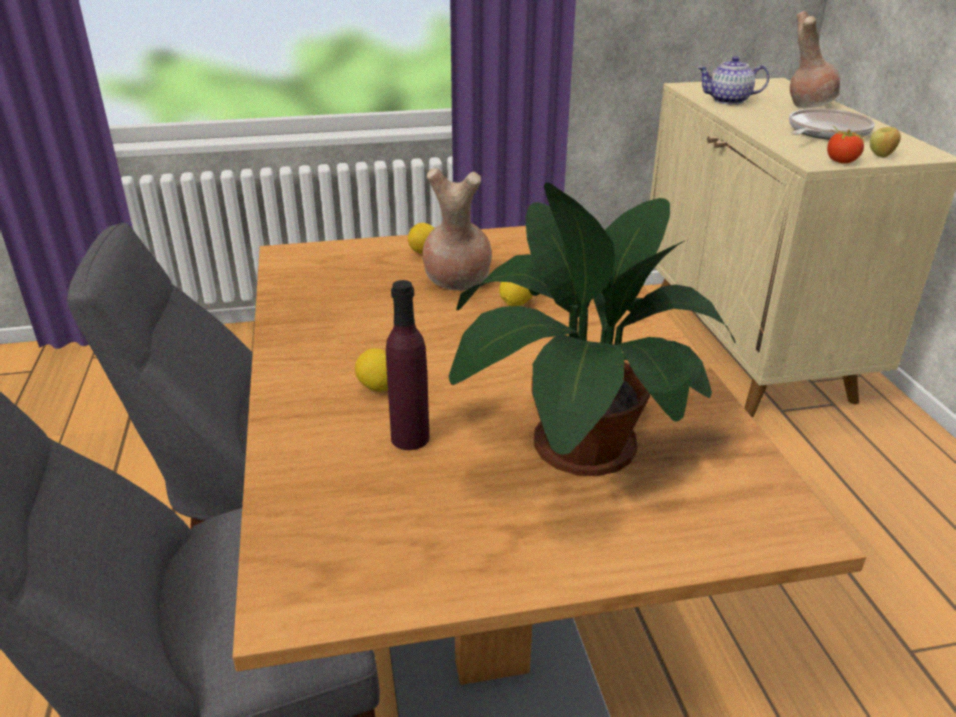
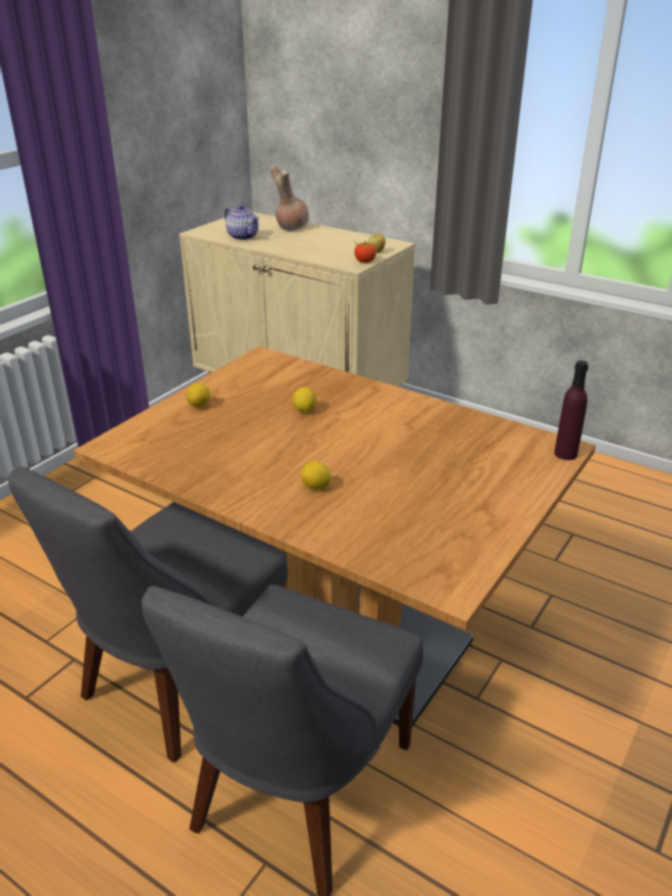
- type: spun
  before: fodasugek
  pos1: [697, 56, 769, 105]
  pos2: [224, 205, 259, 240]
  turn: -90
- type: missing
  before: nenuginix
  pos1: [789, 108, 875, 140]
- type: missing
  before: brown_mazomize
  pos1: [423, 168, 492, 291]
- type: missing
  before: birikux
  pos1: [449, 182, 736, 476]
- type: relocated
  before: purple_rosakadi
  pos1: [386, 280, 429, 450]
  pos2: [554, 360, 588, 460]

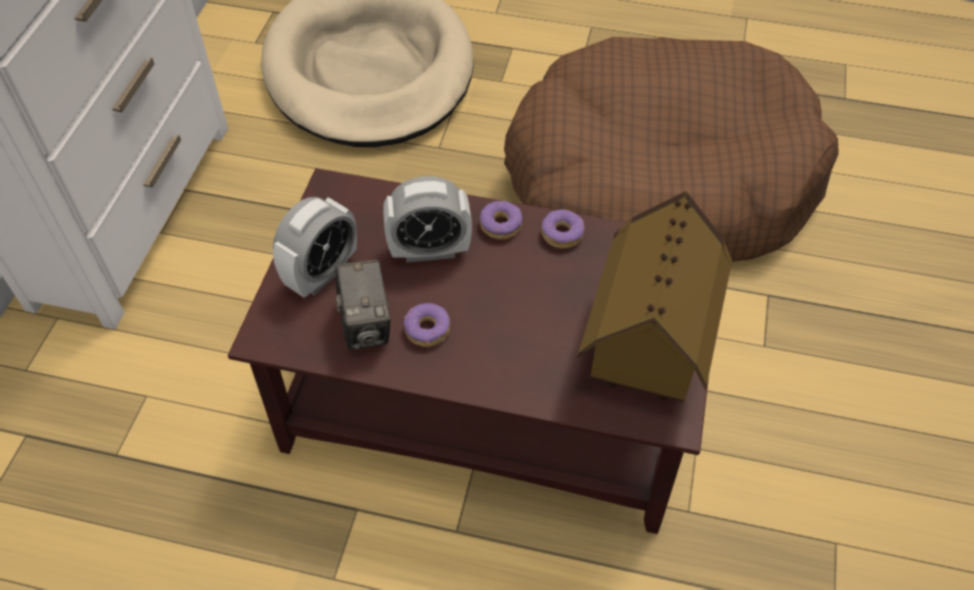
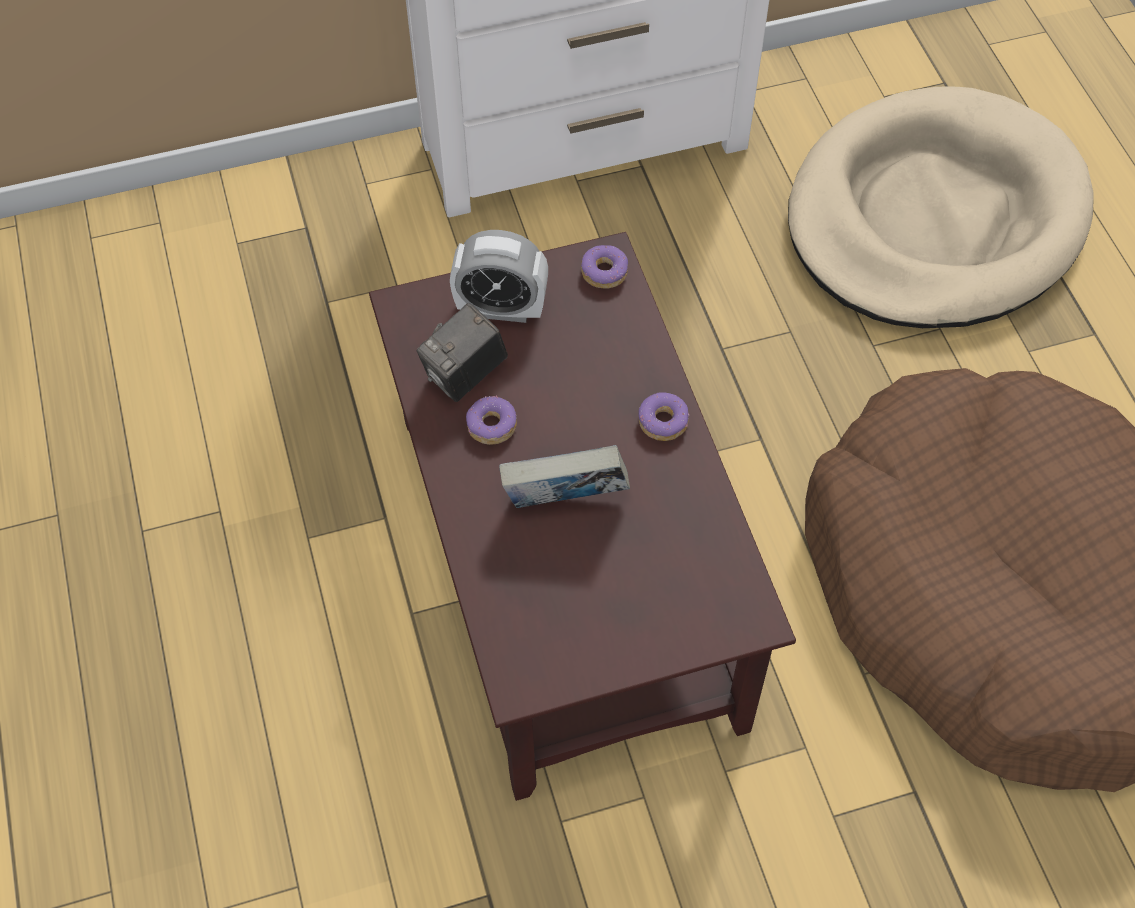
- type: missing
  before: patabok
  pos1: [383, 176, 472, 263]
- type: missing
  before: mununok
  pos1: [577, 191, 732, 402]
- type: relocated
  before: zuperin
  pos1: [541, 209, 585, 249]
  pos2: [581, 245, 628, 289]
- type: appeared
  after: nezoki
  pos2: [499, 445, 630, 508]

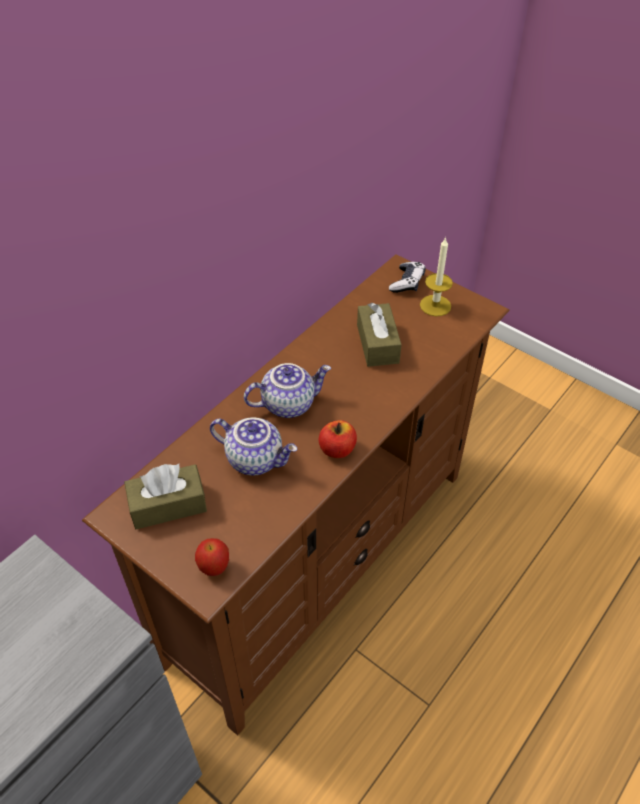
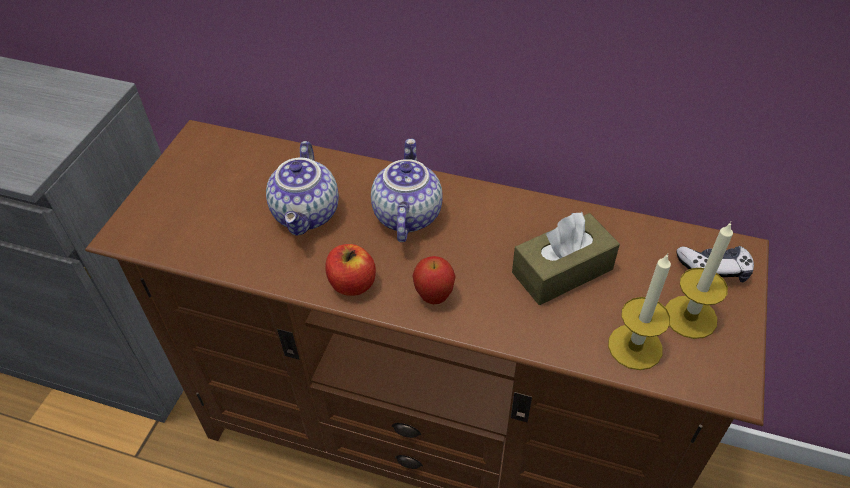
- type: spun
  before: fodasugek
  pos1: [244, 363, 331, 418]
  pos2: [371, 139, 443, 242]
  turn: -135
- type: missing
  before: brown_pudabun
  pos1: [124, 464, 207, 529]
- type: relocated
  before: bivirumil
  pos1: [195, 538, 229, 576]
  pos2: [412, 256, 456, 304]
- type: appeared
  after: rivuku
  pos2: [608, 253, 671, 370]

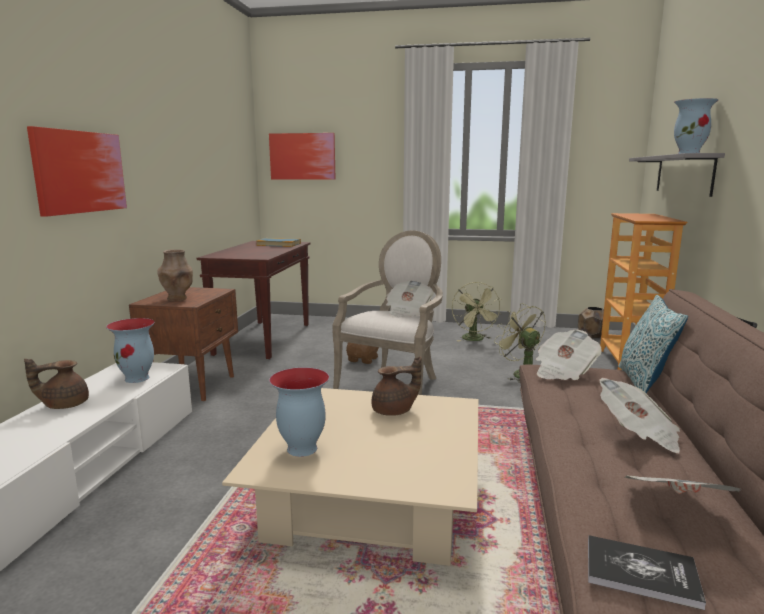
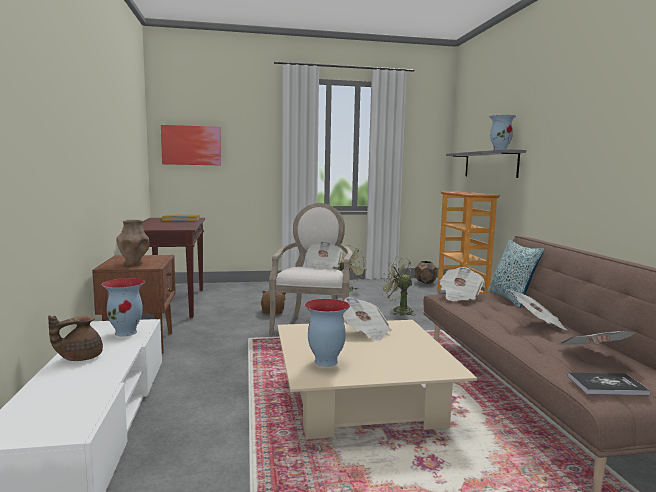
- type: missing
  before: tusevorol
  pos1: [27, 126, 127, 217]
- type: exchanged
  before: brown_fodasugek
  after: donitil
  pos1: [371, 356, 421, 416]
  pos2: [343, 297, 392, 341]

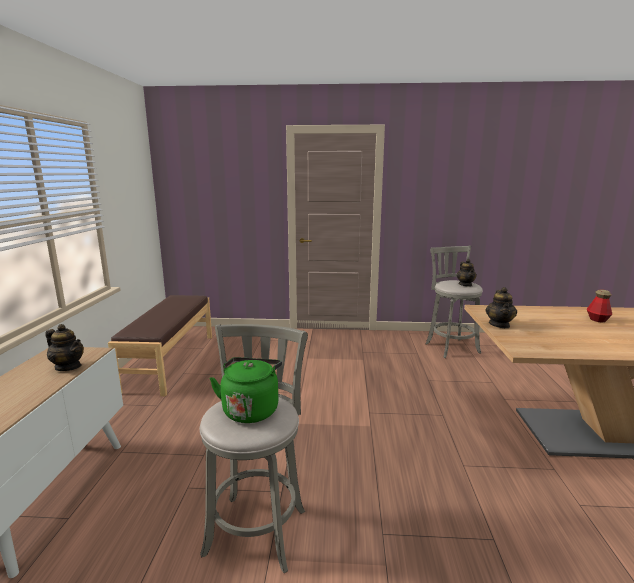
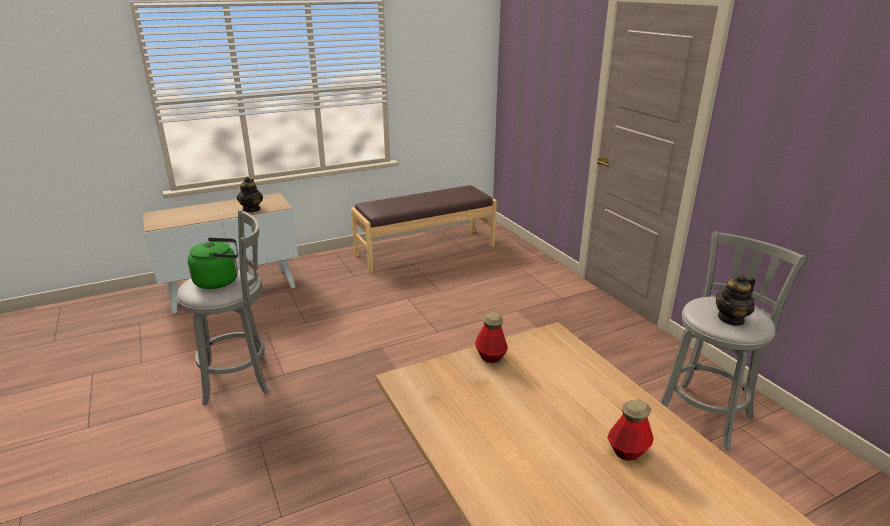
- type: exchanged
  before: fodasugek
  after: rosakadi
  pos1: [485, 287, 517, 328]
  pos2: [475, 312, 508, 363]

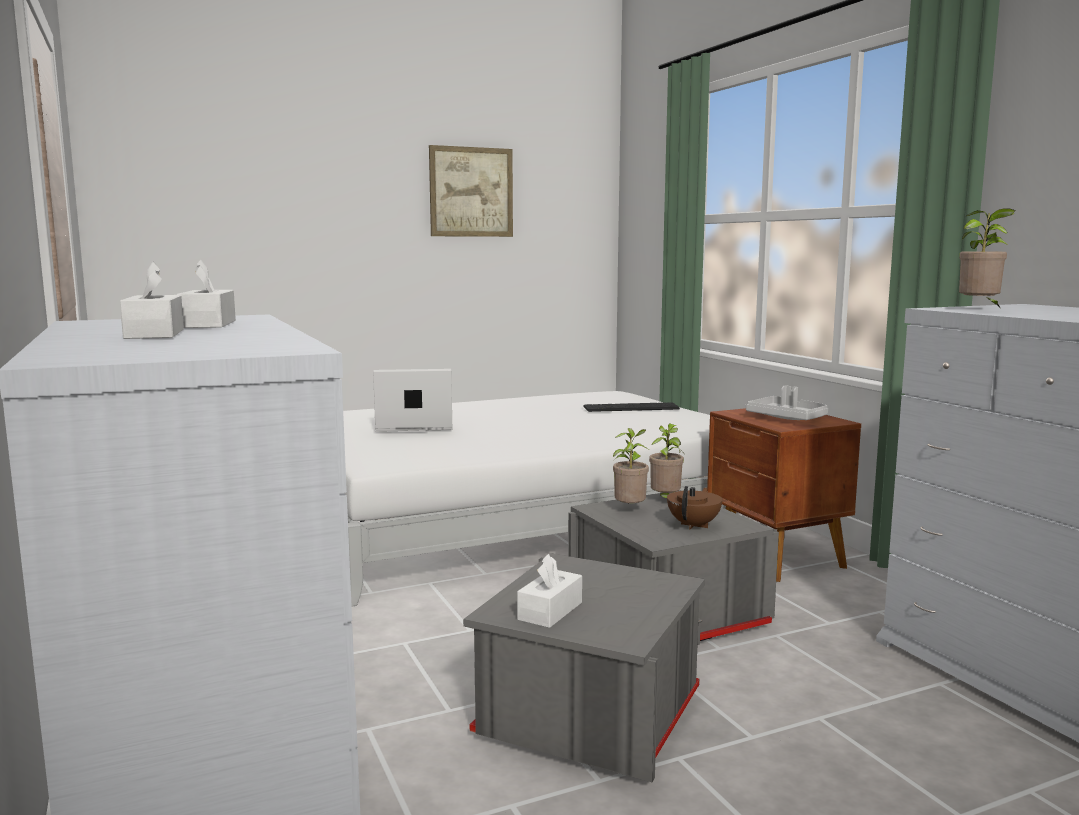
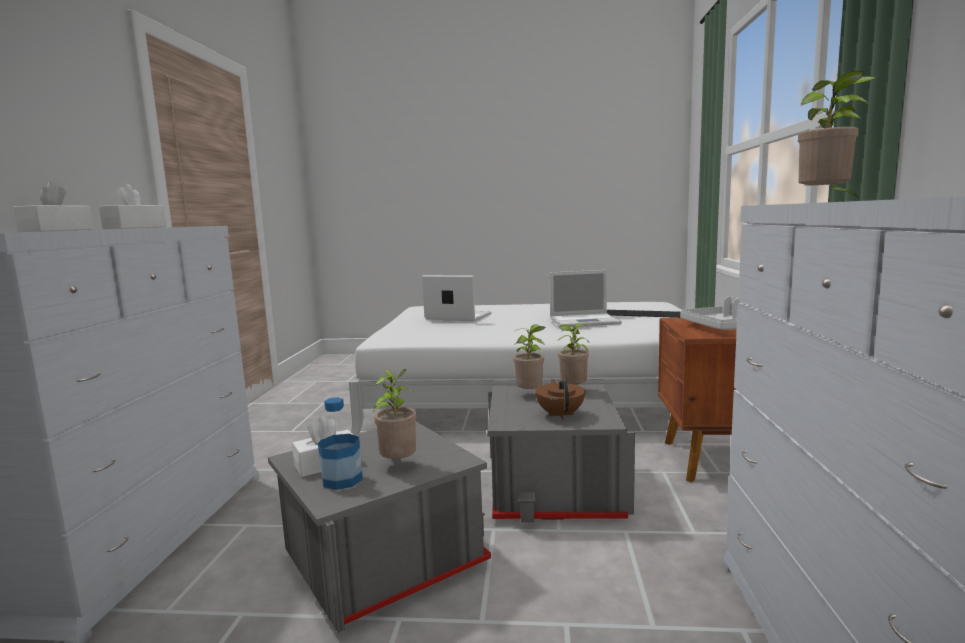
- type: missing
  before: tusevorol
  pos1: [429, 145, 513, 237]
- type: spun
  before: brown_fodasugek
  pos1: [667, 486, 722, 530]
  pos2: [535, 379, 585, 420]
  turn: -60
- type: appeared
  after: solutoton
  pos2: [549, 270, 622, 327]
- type: appeared
  after: birikux
  pos2: [373, 369, 417, 459]
- type: appeared
  after: rosakadi
  pos2: [318, 397, 363, 490]

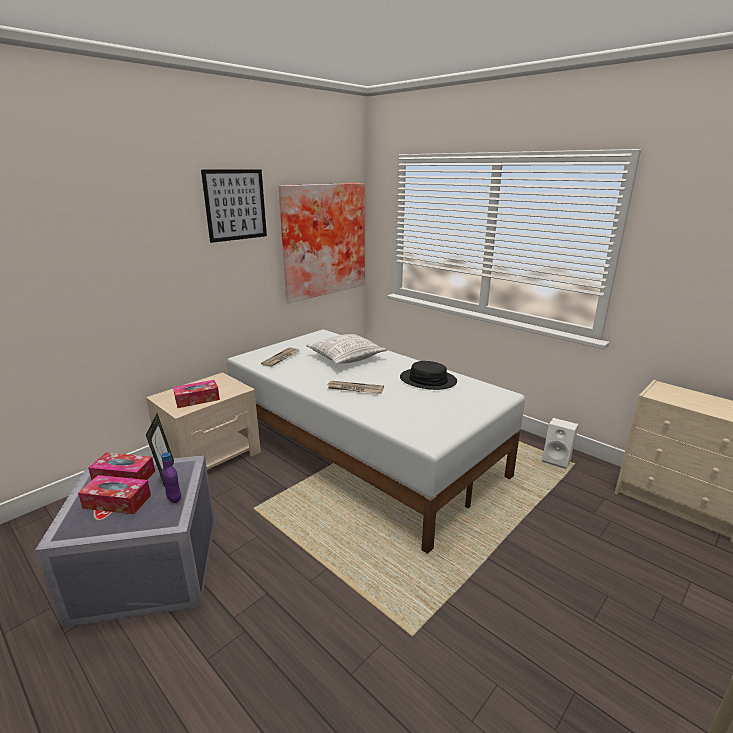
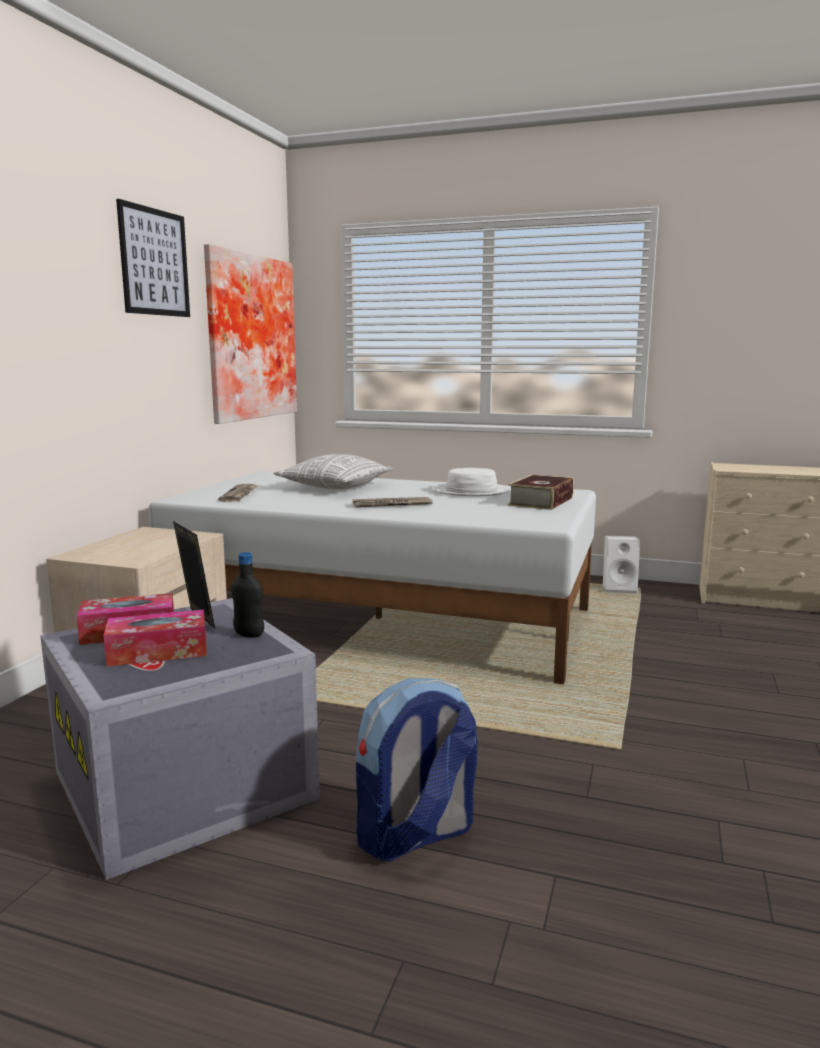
- type: colour
  before: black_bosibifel
  after: white_bosibifel
  pos1: [400, 361, 457, 390]
  pos2: [432, 468, 511, 496]
- type: missing
  before: pudabun
  pos1: [173, 380, 220, 408]
- type: colour
  before: purple_rosakadi
  after: black_rosakadi
  pos1: [161, 452, 181, 503]
  pos2: [231, 552, 264, 638]
- type: appeared
  after: nezoki
  pos2: [508, 475, 574, 510]
- type: appeared
  after: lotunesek
  pos2: [356, 678, 477, 861]

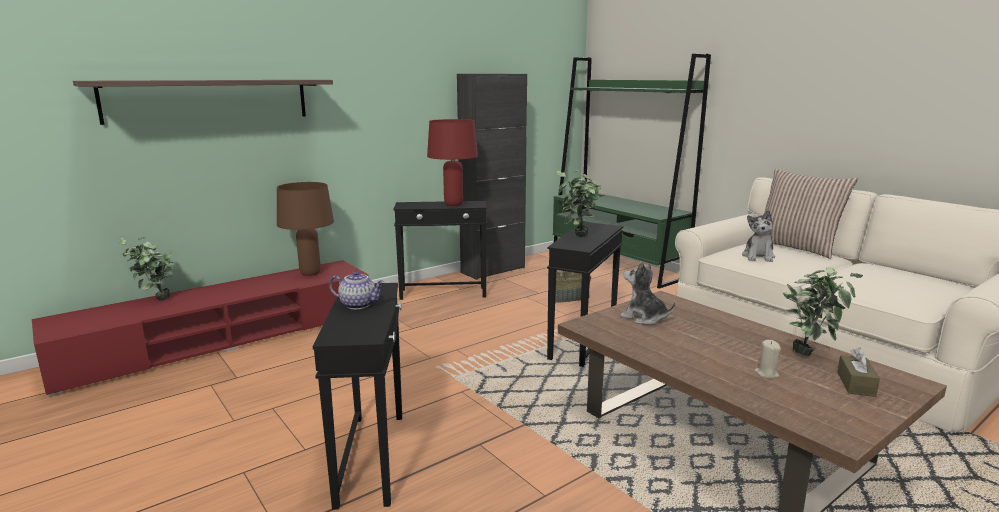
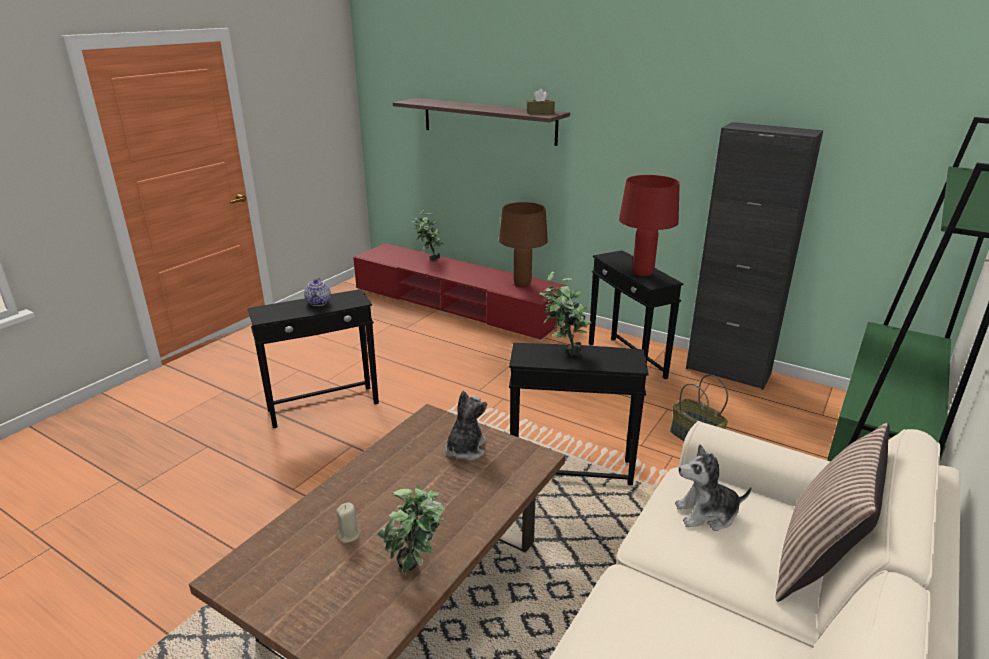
- type: relocated
  before: brown_pudabun
  pos1: [837, 347, 880, 397]
  pos2: [526, 89, 555, 114]

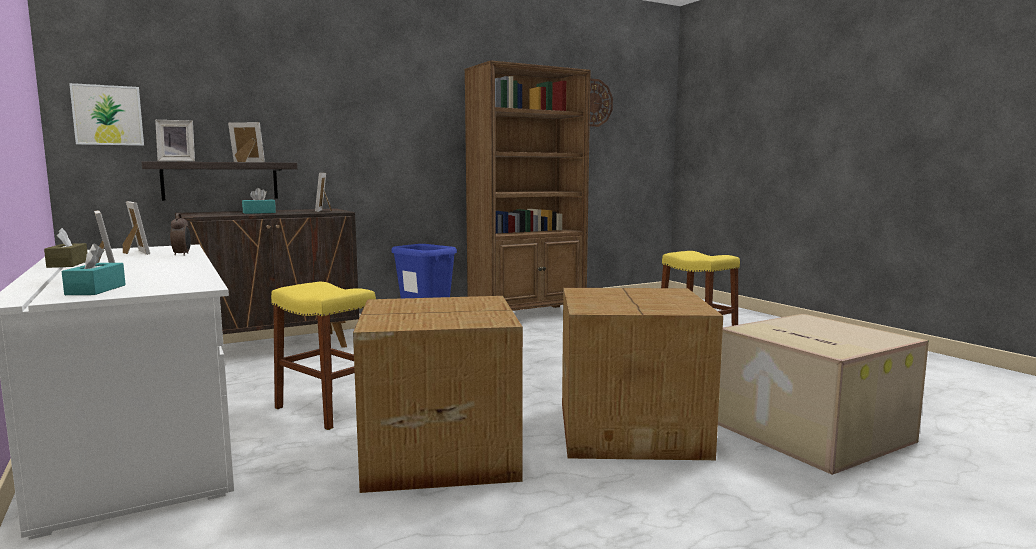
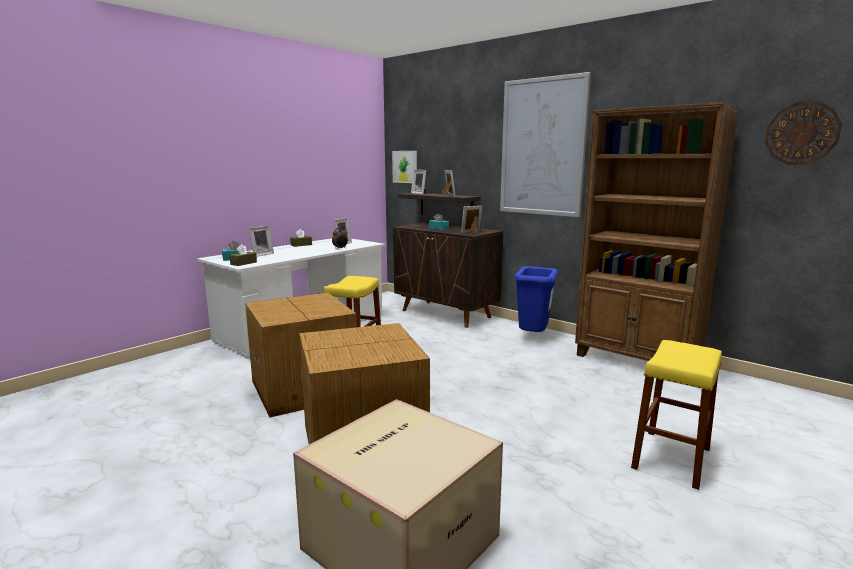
- type: appeared
  after: tusevorol
  pos2: [500, 72, 591, 217]
- type: appeared
  after: brown_pudabun
  pos2: [230, 244, 257, 266]

